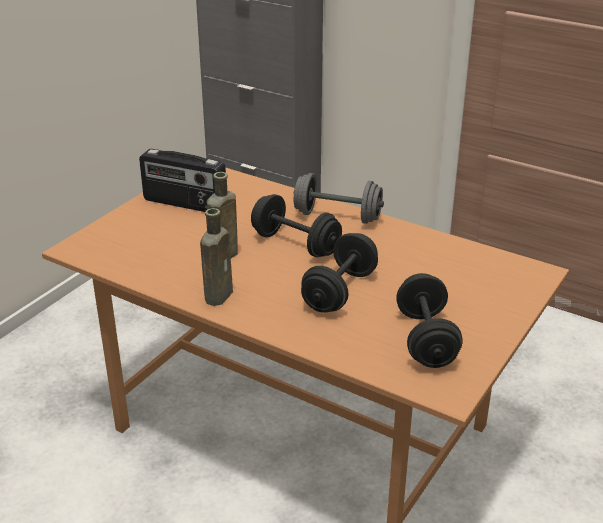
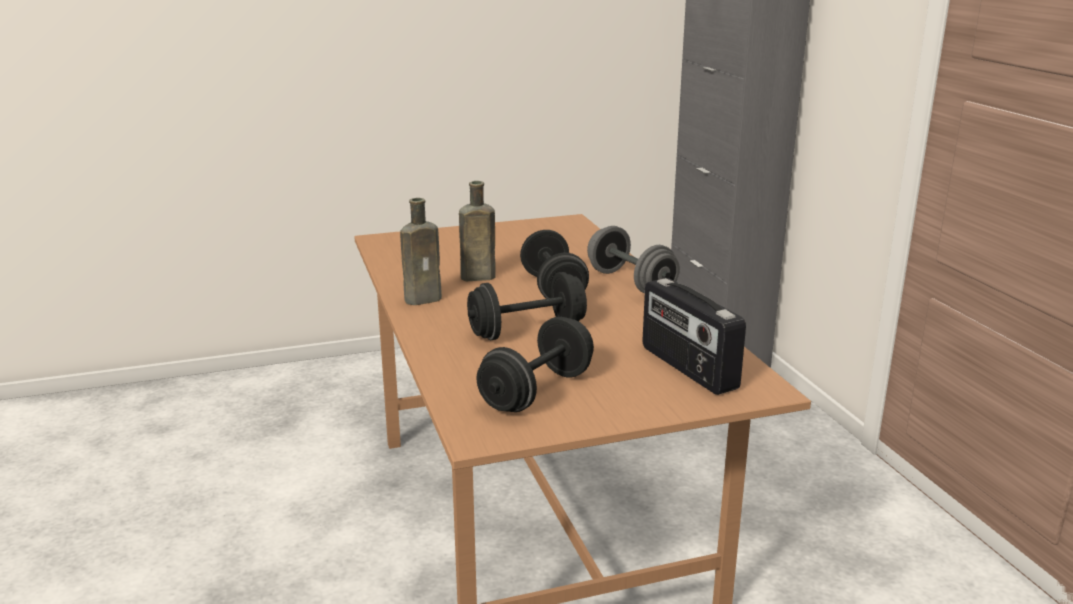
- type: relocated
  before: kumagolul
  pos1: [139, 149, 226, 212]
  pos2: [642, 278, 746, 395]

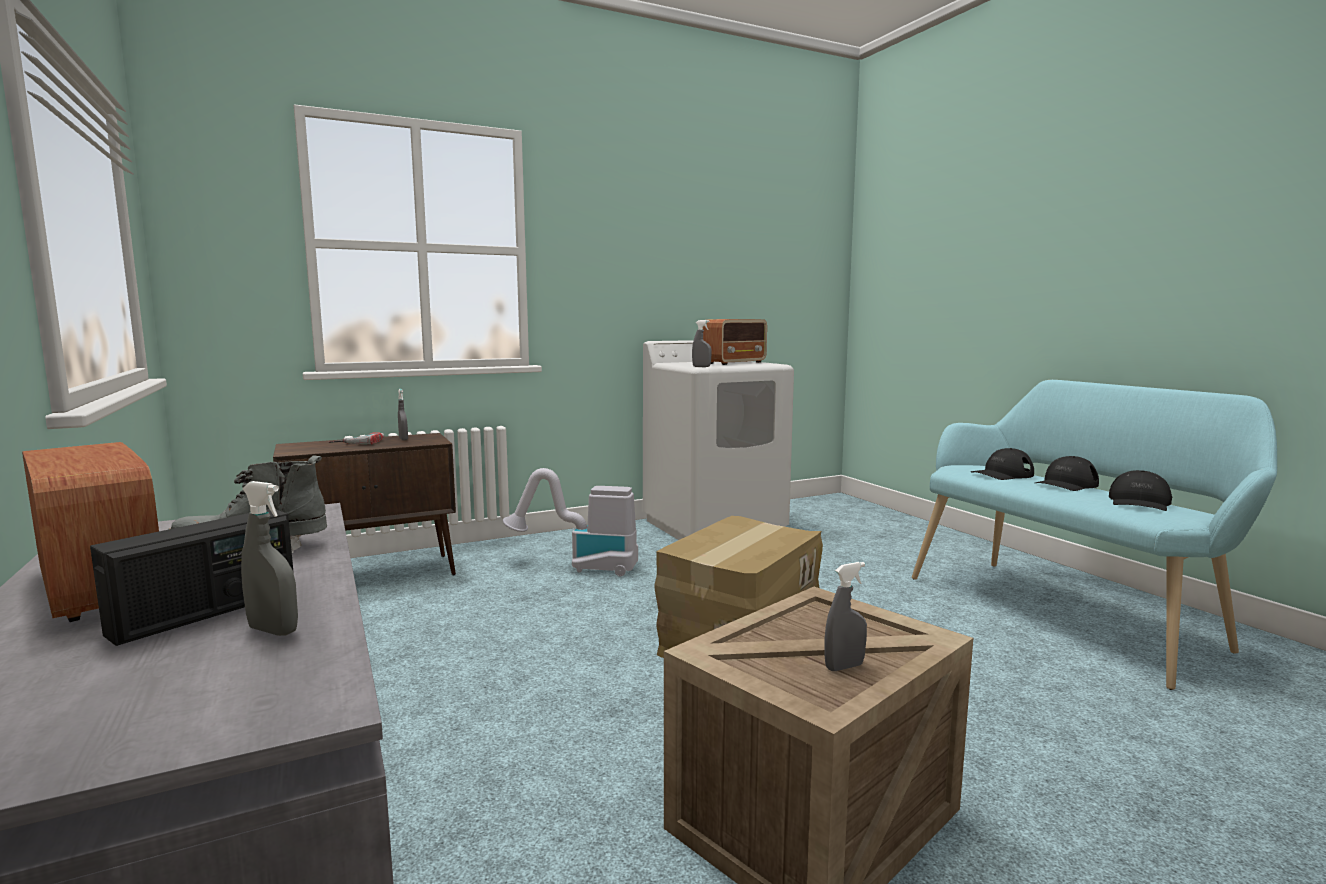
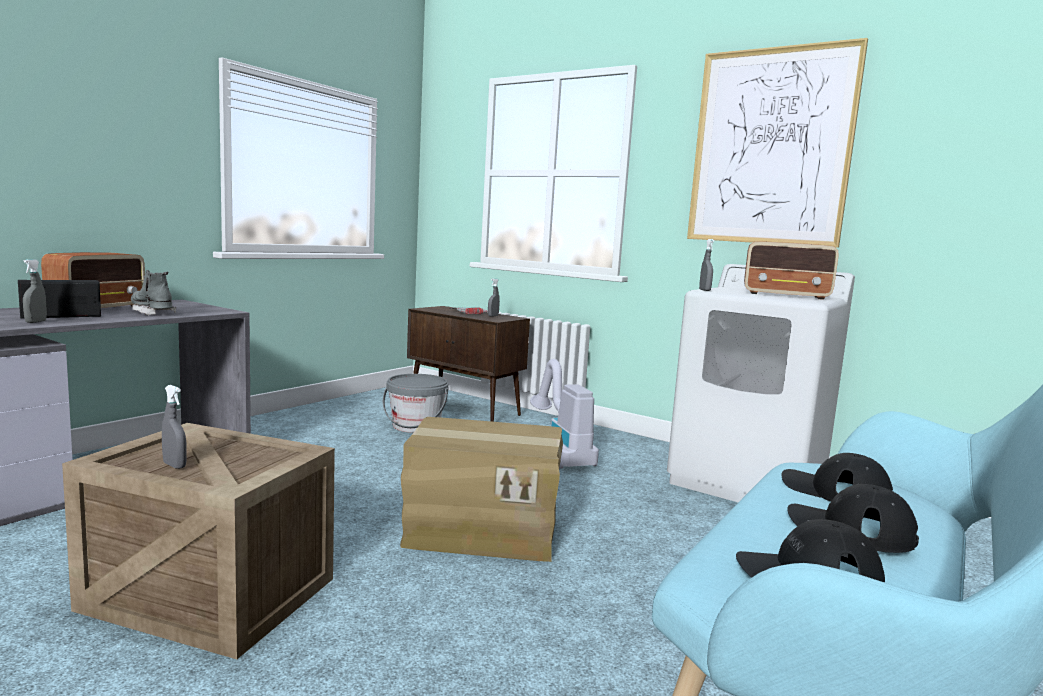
- type: spun
  before: kumagolul
  pos1: [90, 509, 294, 646]
  pos2: [18, 280, 101, 319]
  turn: 135
- type: appeared
  after: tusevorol
  pos2: [687, 38, 868, 248]
- type: appeared
  after: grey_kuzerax
  pos2: [383, 374, 449, 433]

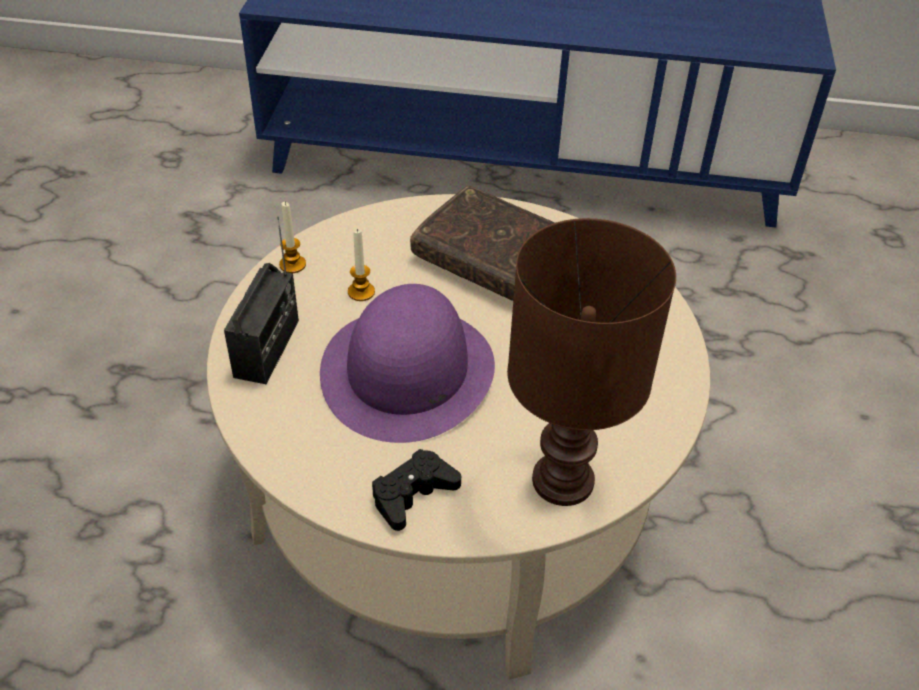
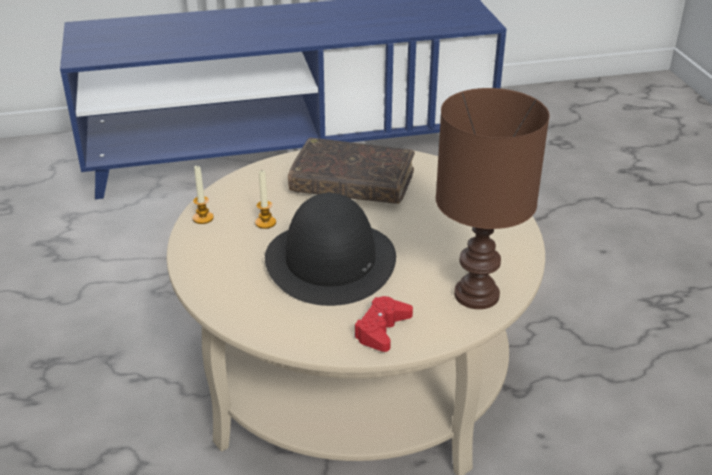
- type: missing
  before: kumagolul
  pos1: [224, 217, 299, 384]
- type: colour
  before: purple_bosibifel
  after: black_bosibifel
  pos1: [320, 284, 495, 443]
  pos2: [265, 193, 396, 306]
- type: colour
  before: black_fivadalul
  after: red_fivadalul
  pos1: [372, 449, 461, 531]
  pos2: [354, 296, 413, 352]

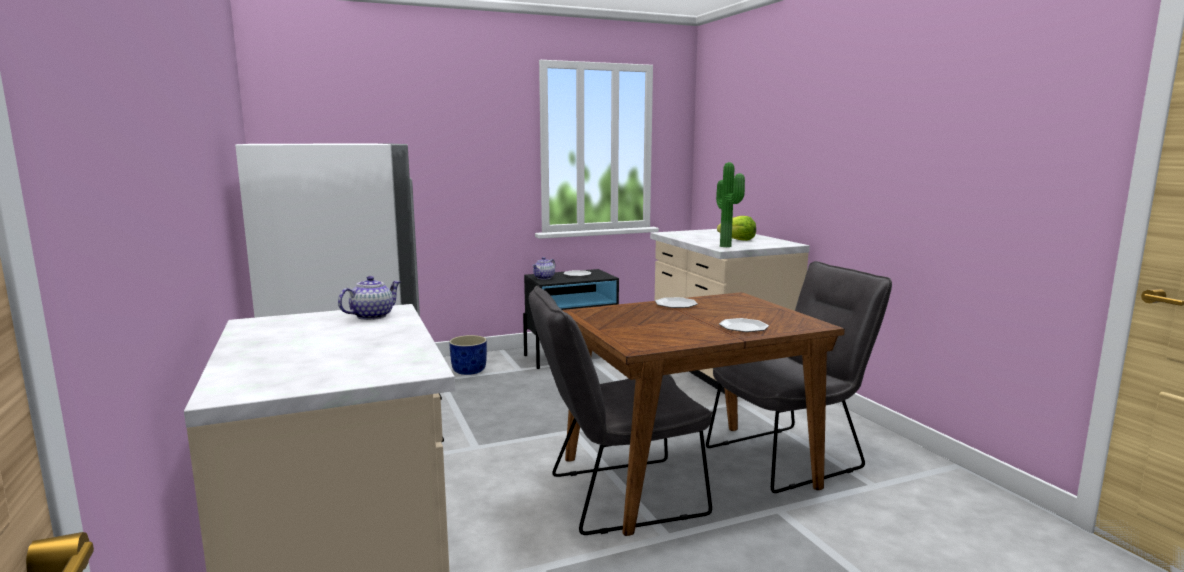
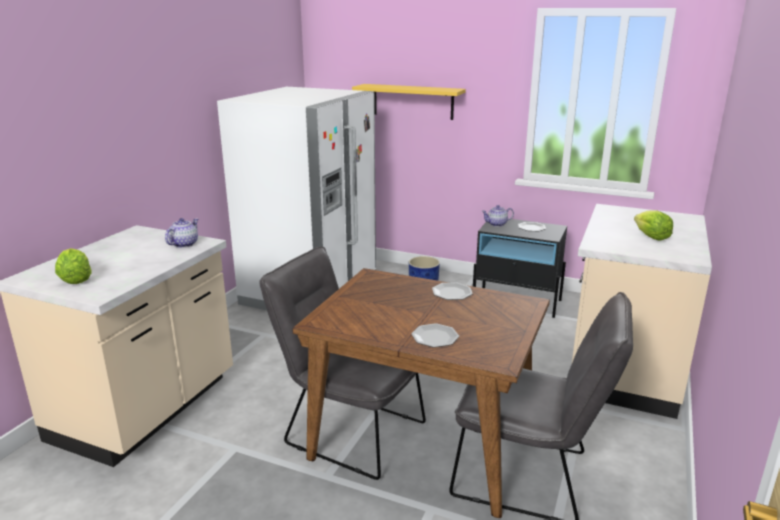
- type: missing
  before: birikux
  pos1: [716, 162, 745, 247]
- type: spun
  before: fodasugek
  pos1: [338, 276, 400, 320]
  pos2: [165, 218, 198, 248]
  turn: -60
- type: appeared
  after: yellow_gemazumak
  pos2: [352, 84, 466, 120]
- type: appeared
  after: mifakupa
  pos2: [55, 248, 92, 284]

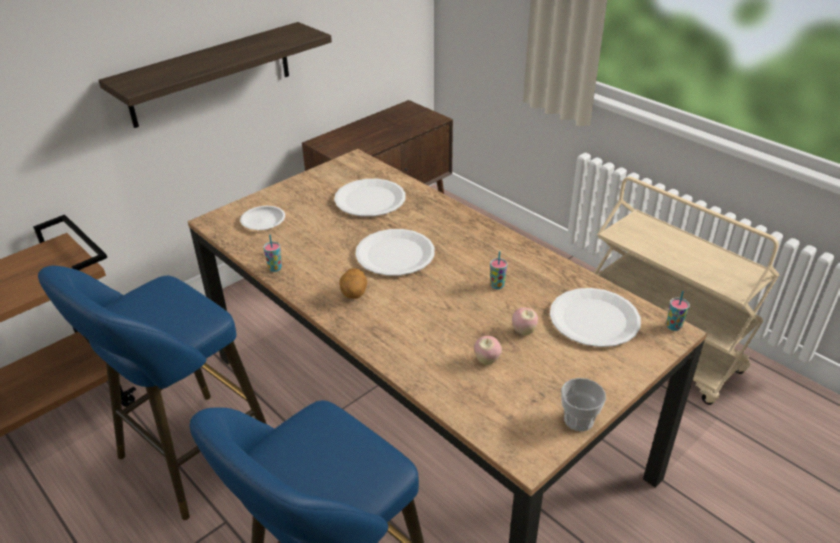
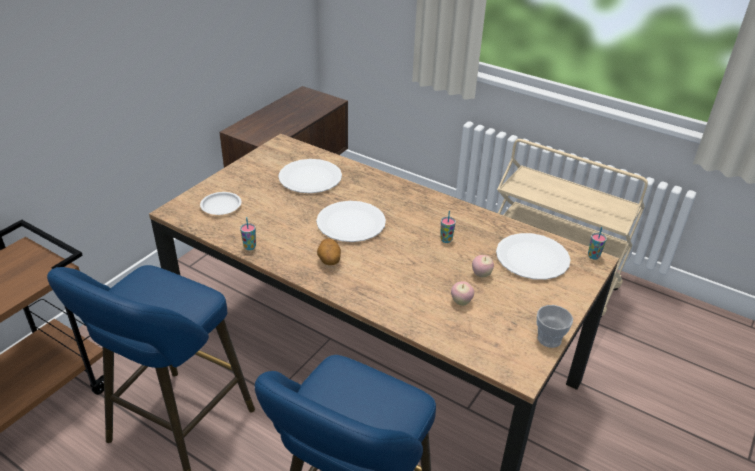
- type: missing
  before: gemazumak
  pos1: [98, 22, 332, 128]

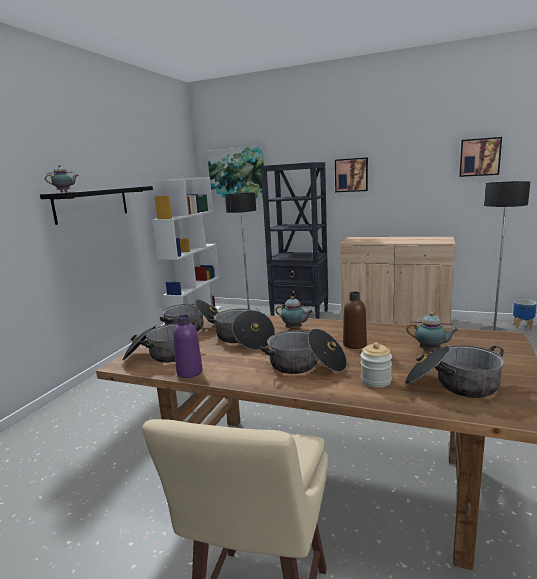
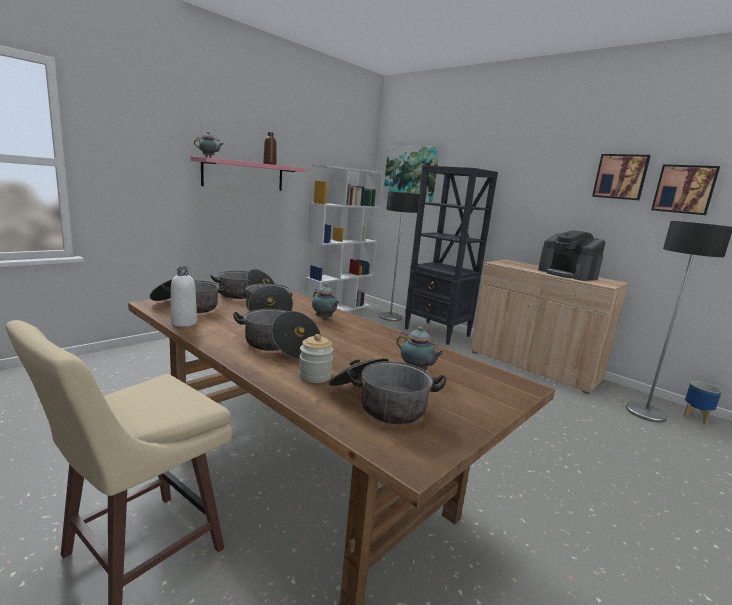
- type: relocated
  before: tusevorol
  pos1: [335, 157, 368, 192]
  pos2: [592, 154, 651, 200]
- type: colour
  before: black_gemazumak
  after: pink_gemazumak
  pos1: [40, 186, 153, 225]
  pos2: [191, 156, 306, 191]
- type: relocated
  before: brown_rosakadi
  pos1: [343, 292, 367, 349]
  pos2: [263, 132, 276, 165]
- type: colour
  before: purple_rosakadi
  after: white_rosakadi
  pos1: [173, 315, 203, 378]
  pos2: [171, 266, 197, 327]
- type: appeared
  after: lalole
  pos2: [538, 230, 606, 281]

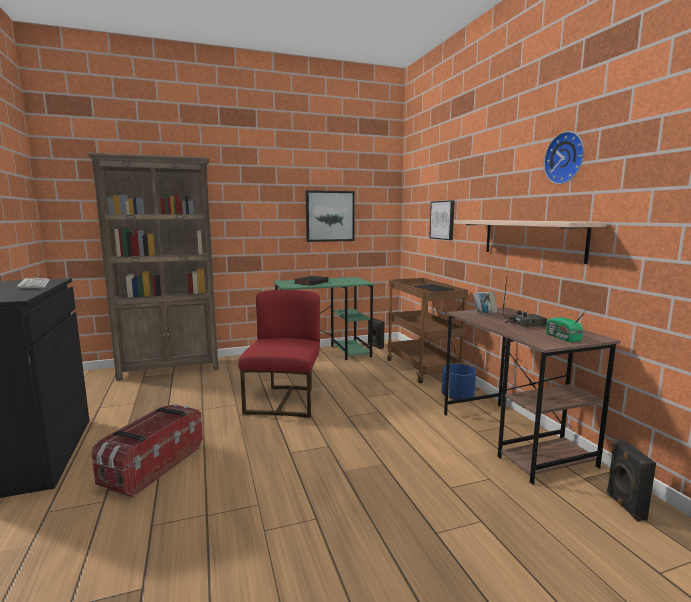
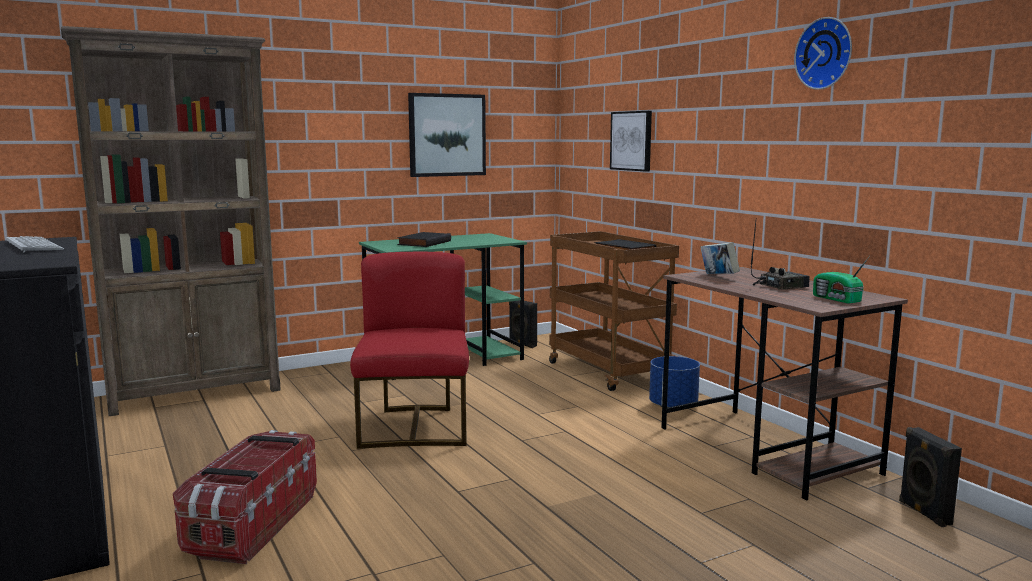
- type: missing
  before: gemazumak
  pos1: [454, 220, 606, 264]

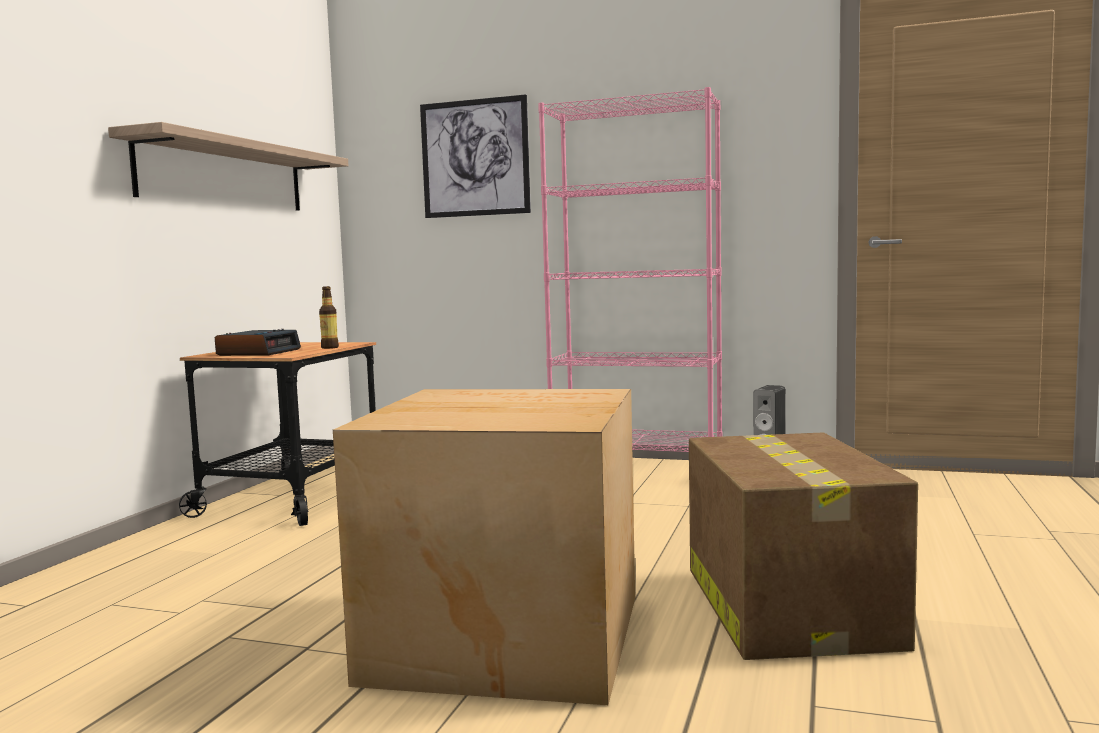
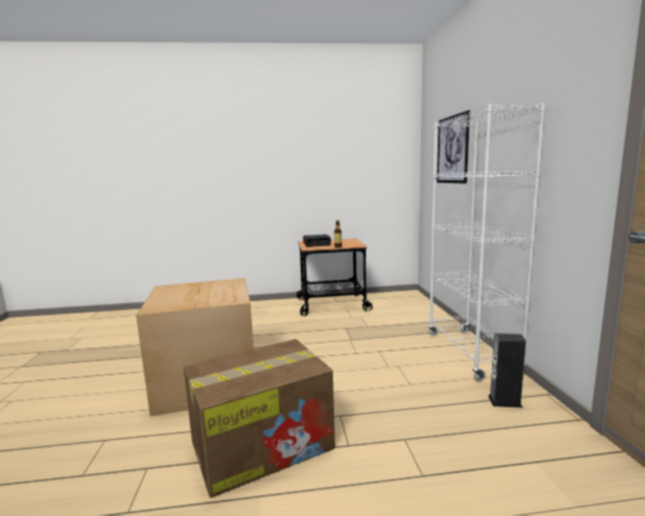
- type: colour
  before: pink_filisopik
  after: white_filisopik
  pos1: [538, 87, 723, 452]
  pos2: [428, 103, 546, 381]
- type: missing
  before: gemazumak
  pos1: [108, 122, 348, 211]

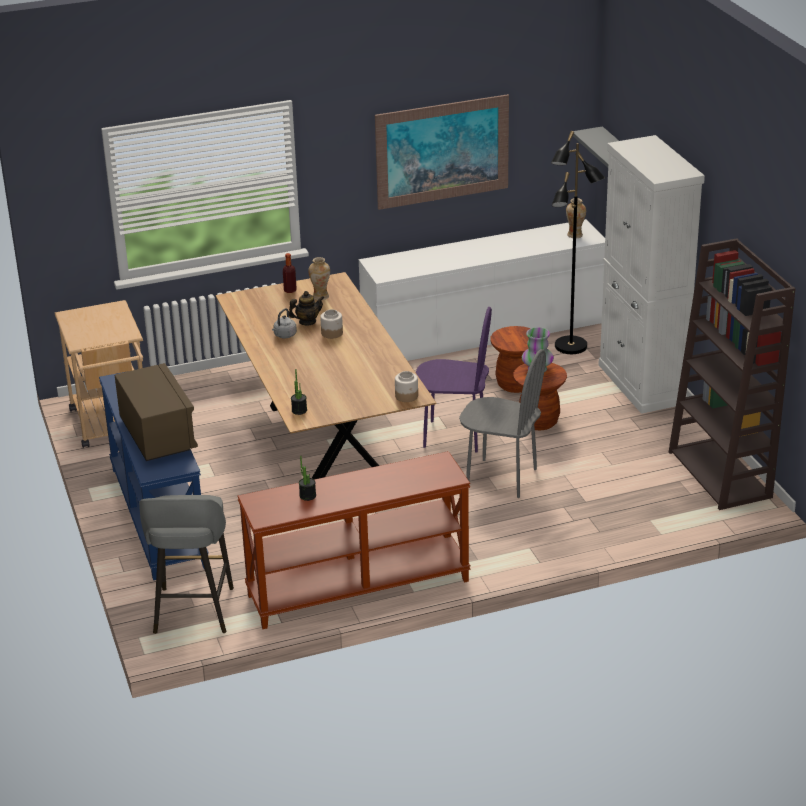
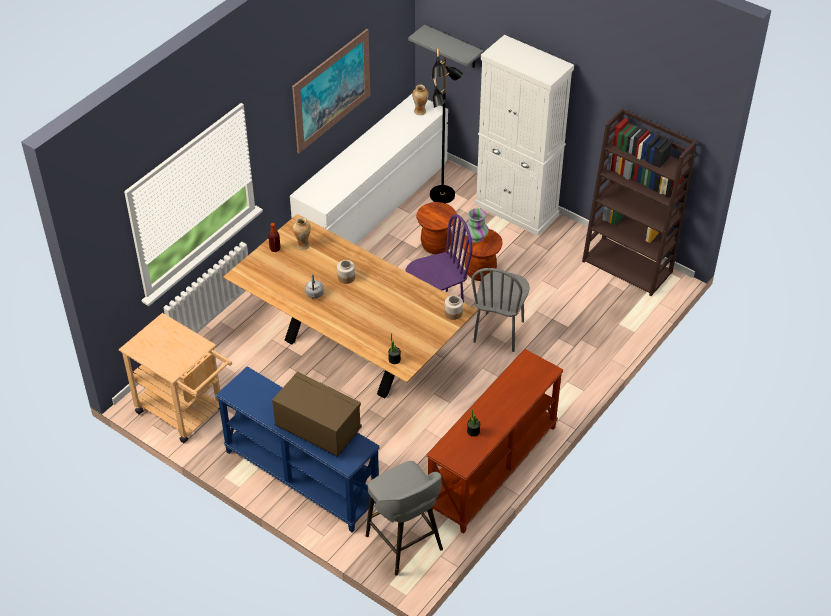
- type: missing
  before: fodasugek
  pos1: [289, 291, 324, 325]
- type: spun
  before: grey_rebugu
  pos1: [459, 349, 546, 498]
  pos2: [471, 268, 530, 352]
  turn: 120

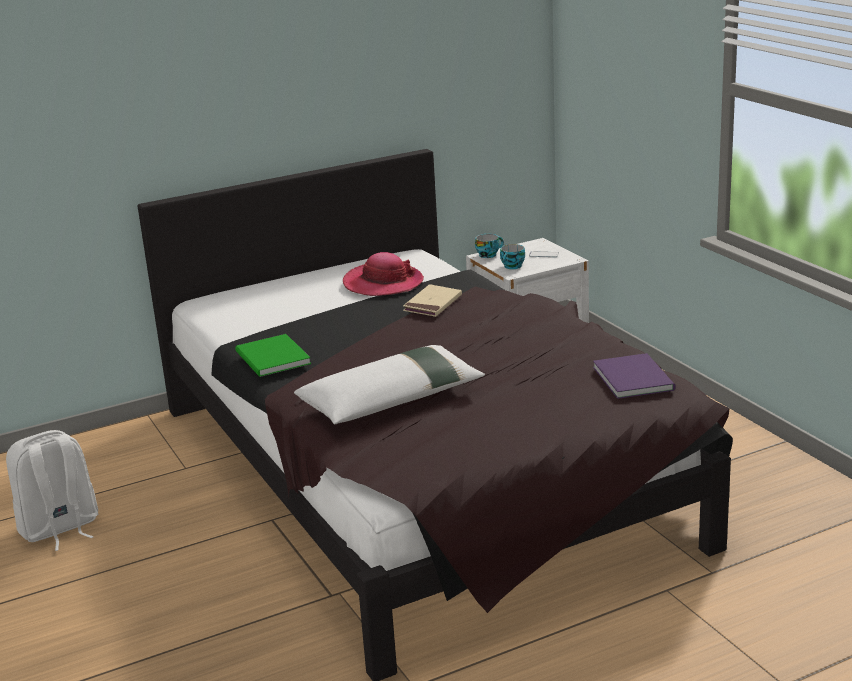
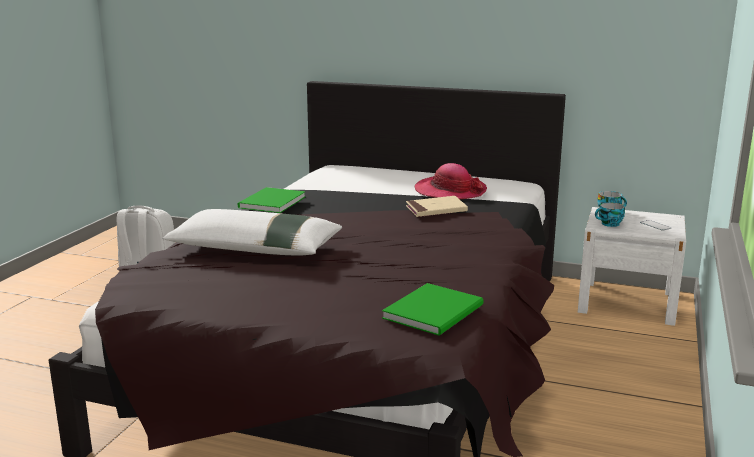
- type: colour
  before: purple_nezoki
  after: green_nezoki
  pos1: [593, 353, 675, 399]
  pos2: [382, 283, 483, 336]

